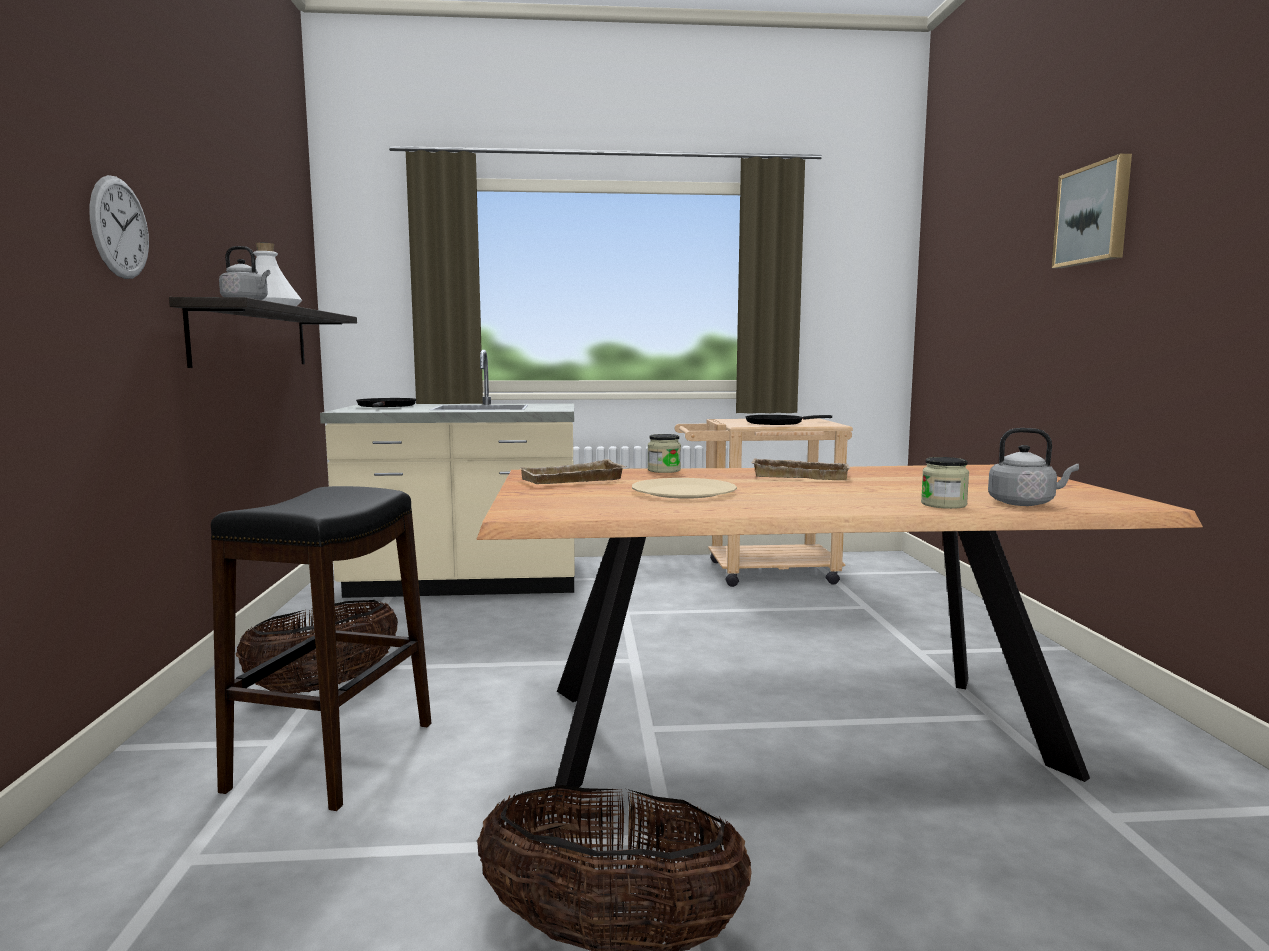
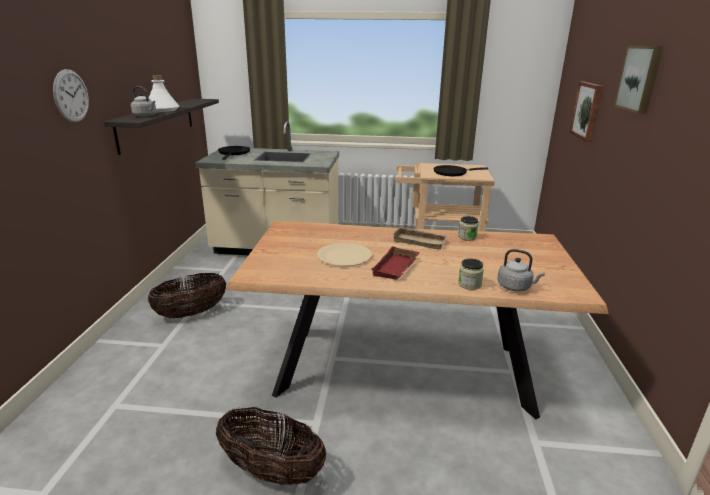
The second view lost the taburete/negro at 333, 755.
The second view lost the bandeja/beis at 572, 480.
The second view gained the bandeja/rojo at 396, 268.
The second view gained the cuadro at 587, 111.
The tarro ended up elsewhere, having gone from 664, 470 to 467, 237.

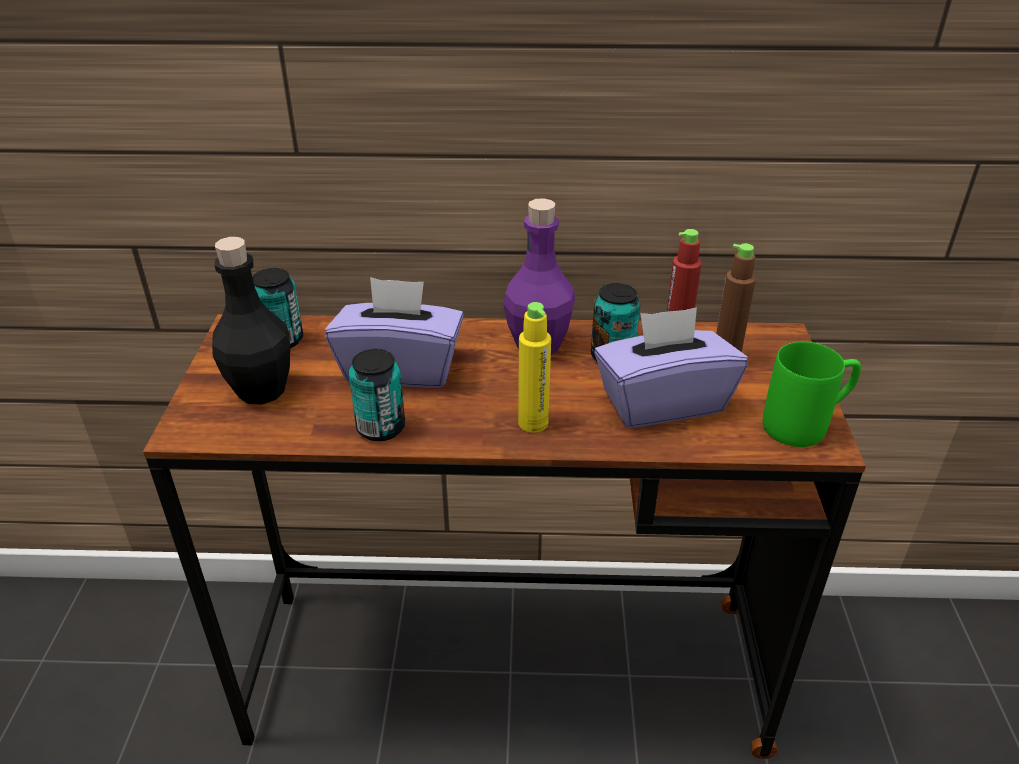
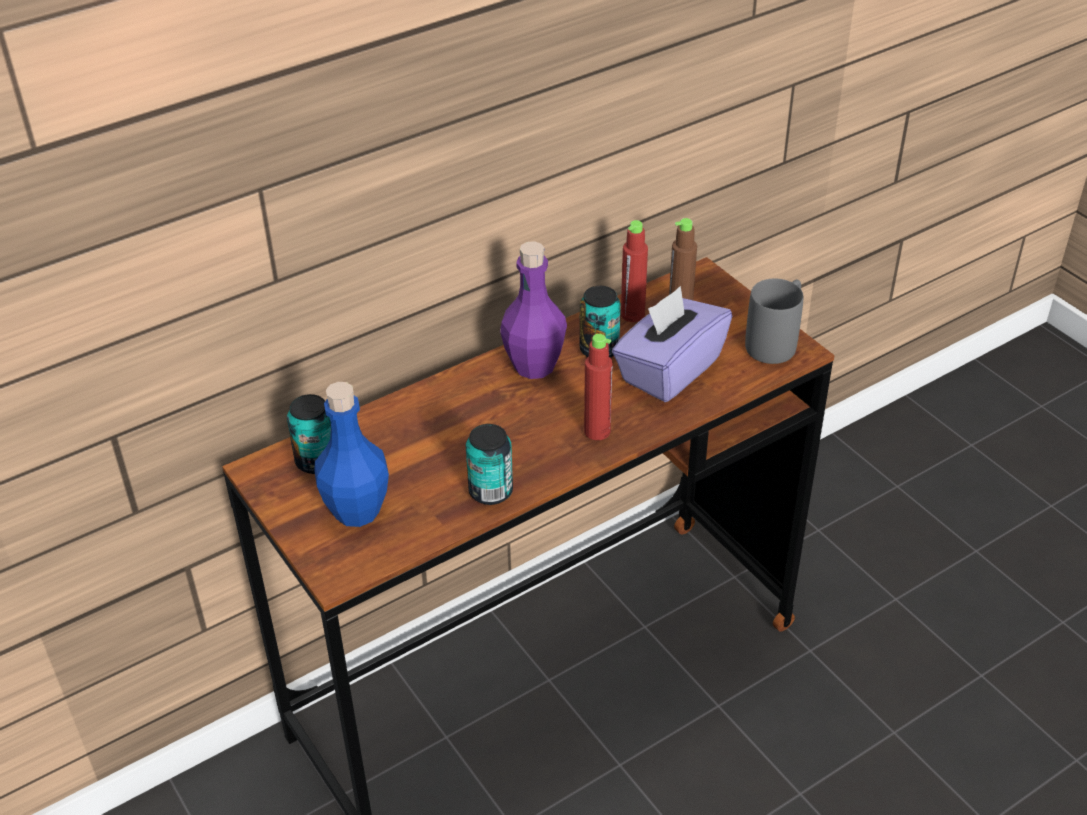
The second view lost the caja de pañuelos/morado at 401, 368.
What was the botella/negro at 261, 390 turned into the botella/azul at 357, 511.
What was the botella/amarillo at 533, 423 turned into the botella/rojo at 597, 431.
What was the taza grande/verde at 807, 424 turned into the taza grande/gris at 776, 341.

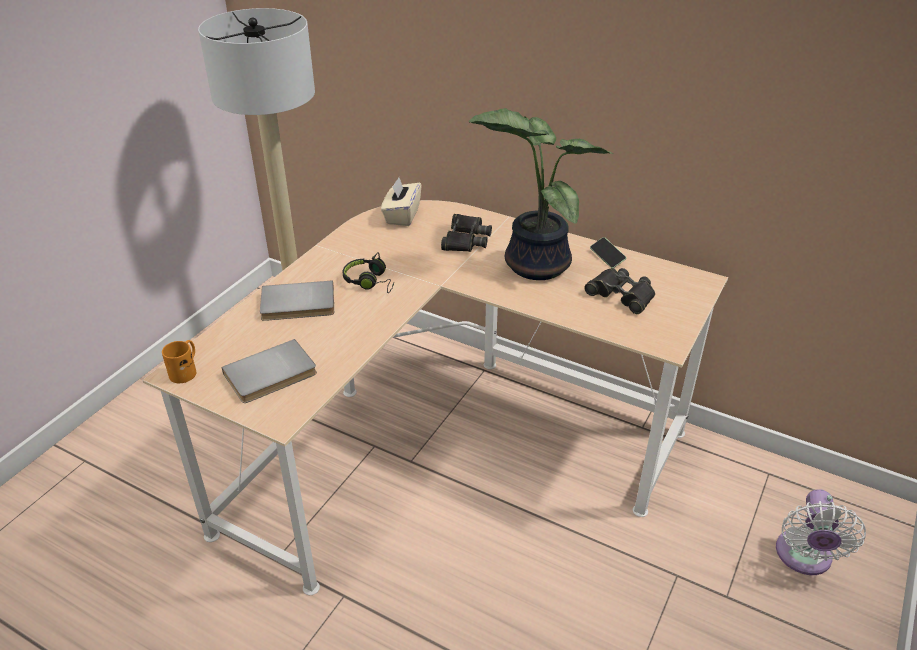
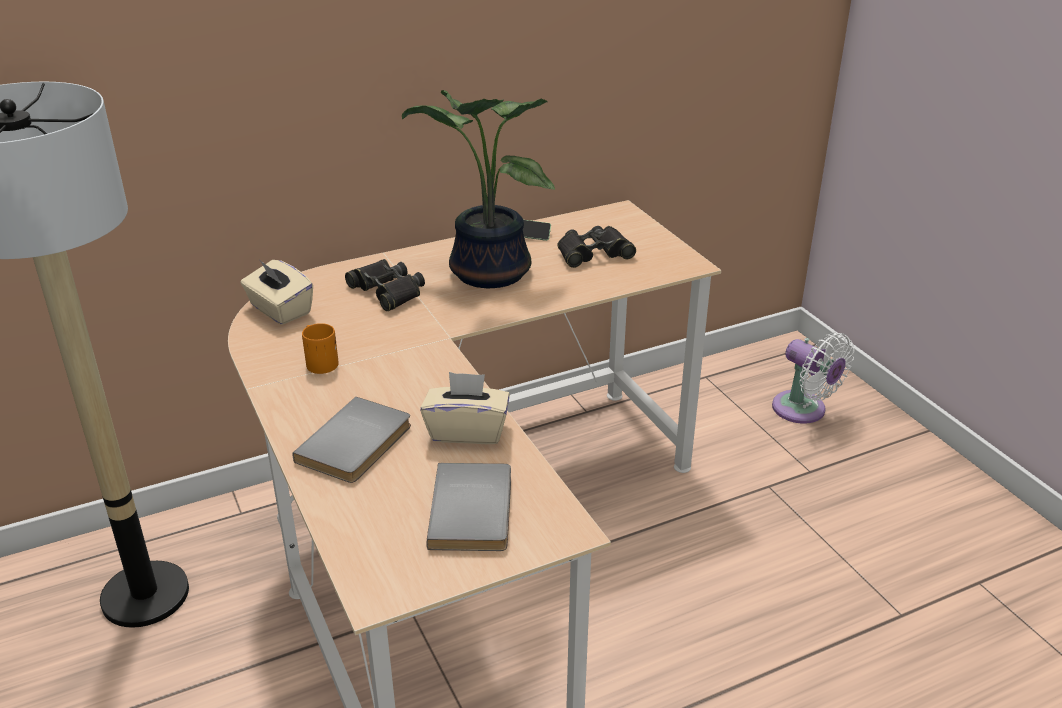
The second view lost the auriculares/negro at 370, 282.
The second view gained the caja de pañuelos/beis at 467, 431.
The taza grande/naranja ended up elsewhere, having gone from 186, 370 to 319, 361.

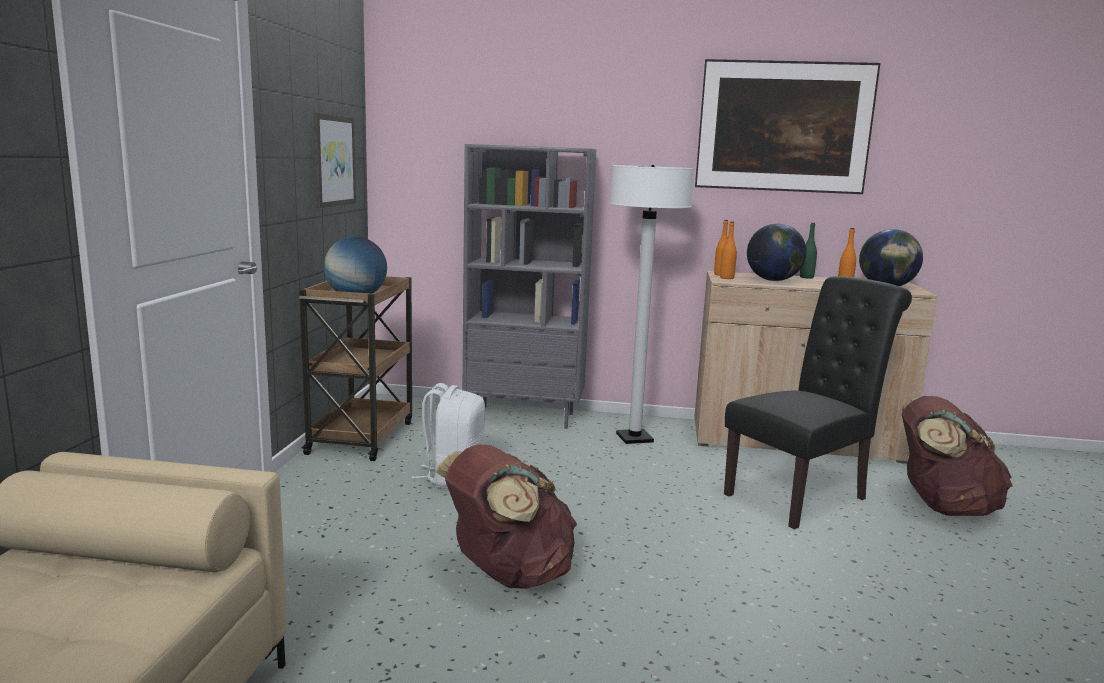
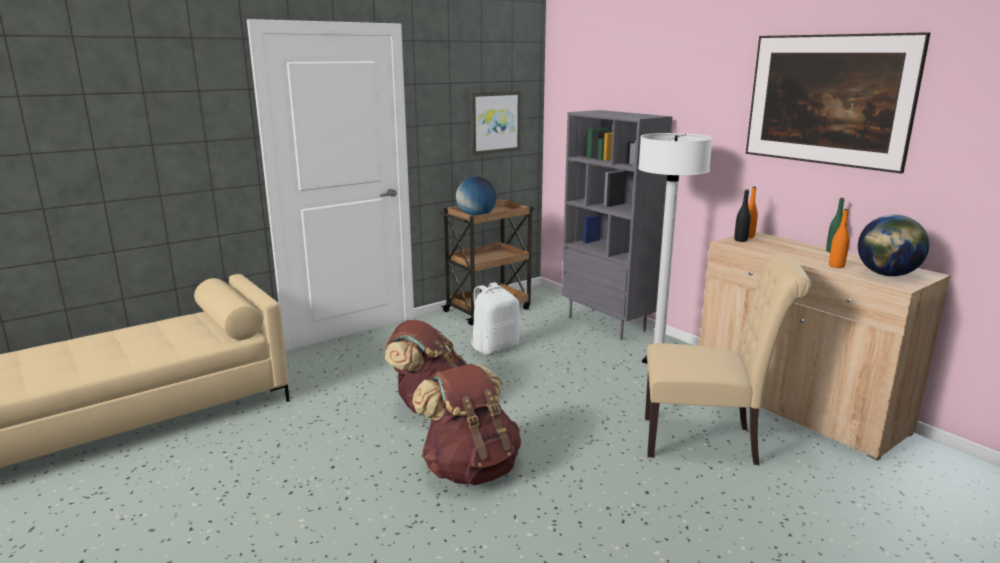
The second view lost the globo terráqueo at 773, 280.
The mochila/marrón ended up elsewhere, having gone from 942, 507 to 470, 468.
What was the botella/naranja at 726, 278 turned into the botella/negro at 740, 240.
What was the silla/negro at 802, 495 turned into the silla/beis at 707, 441.

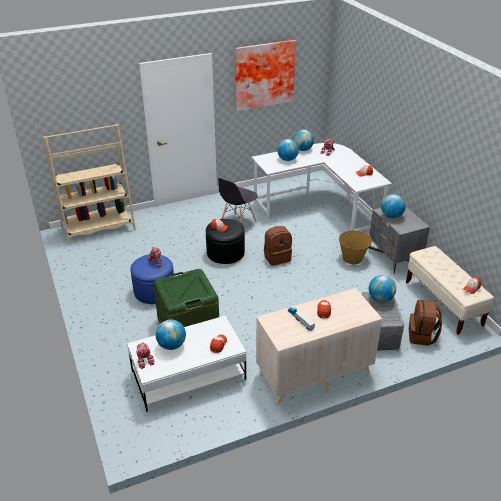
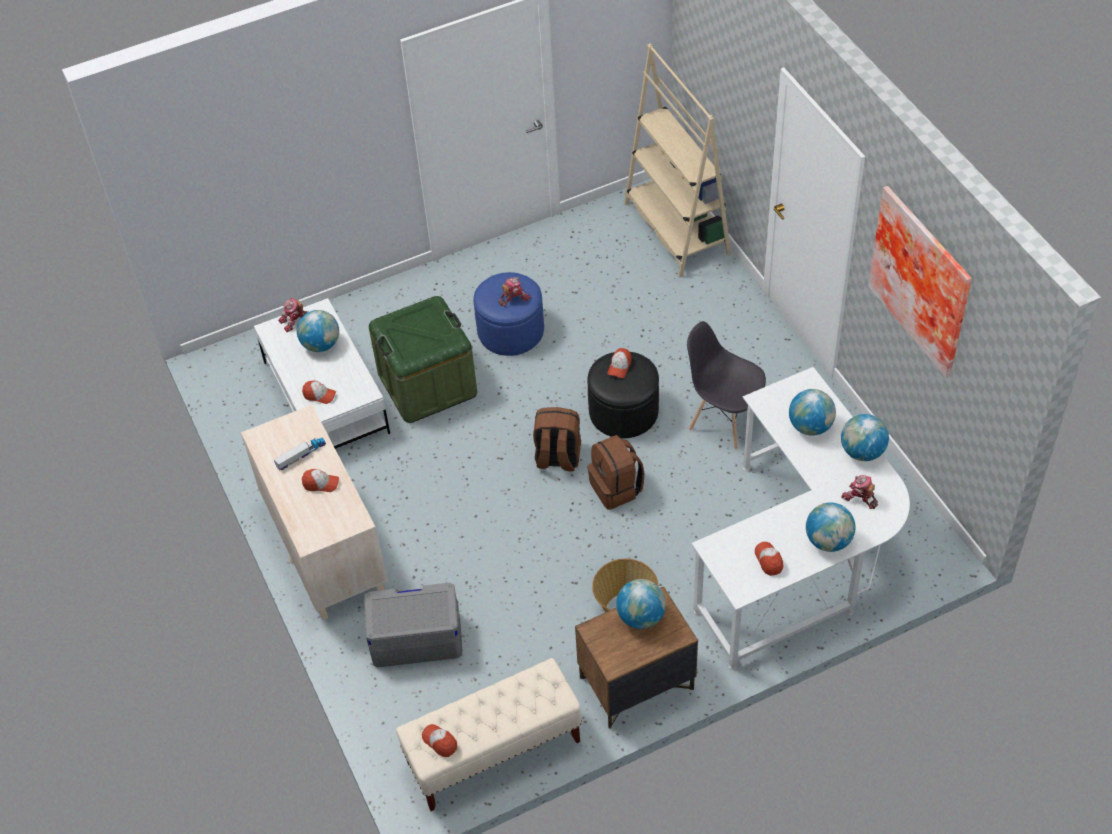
The globo terráqueo ended up elsewhere, having gone from 380, 299 to 828, 541.
The mochila/marrón ended up elsewhere, having gone from 422, 336 to 557, 458.
What was the mesita de noche/gris at 394, 257 turned into the mesita de noche/marrón at 636, 684.

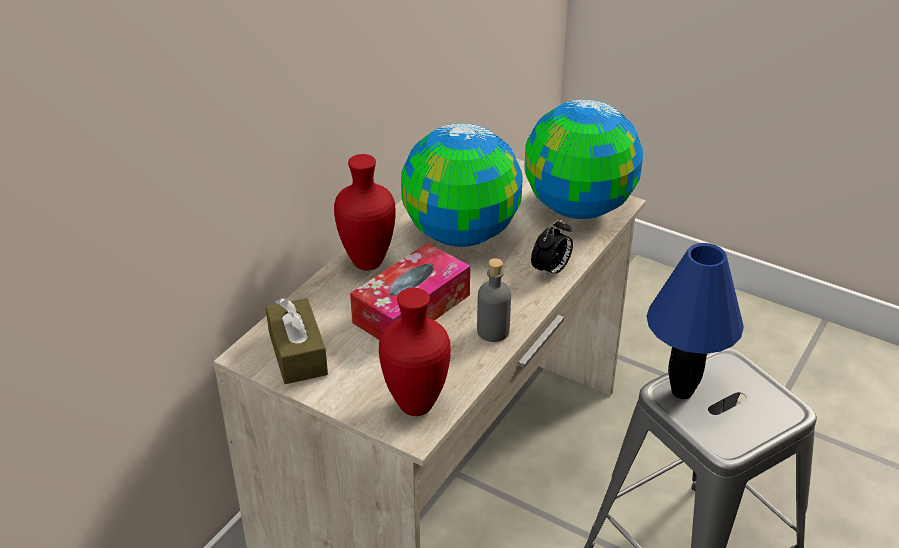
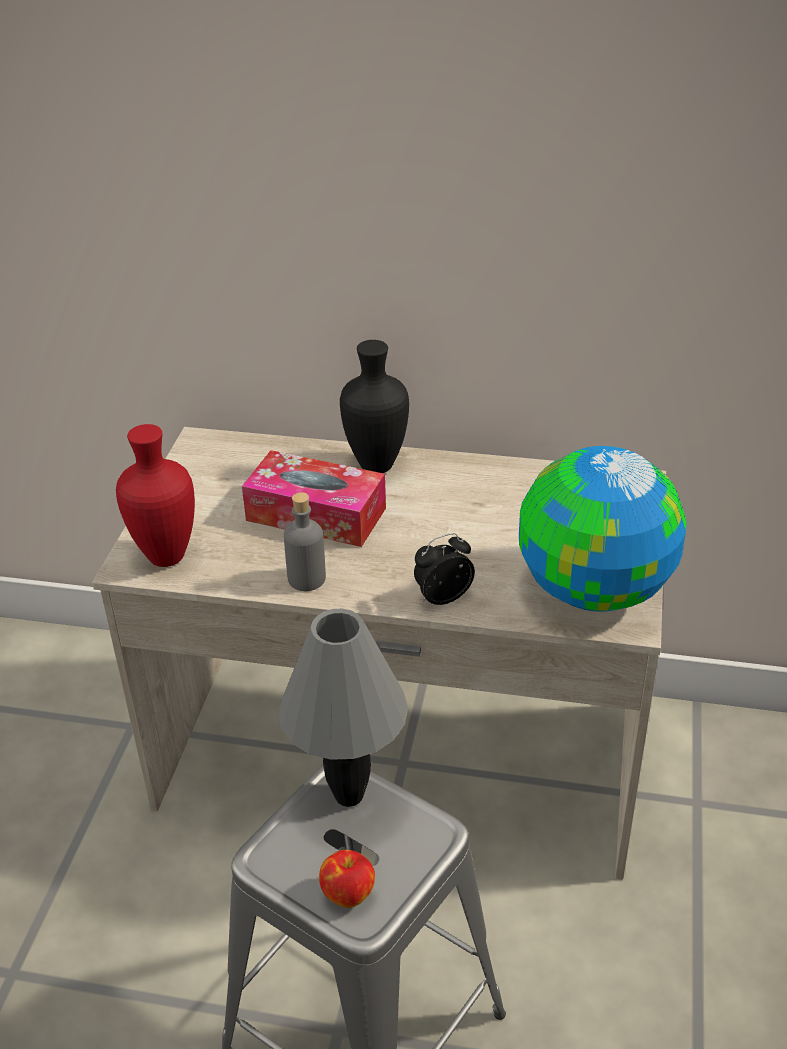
The second view lost the caja de pañuelos/marrón at 297, 353.
The second view lost the globo terráqueo at 462, 234.
The second view gained the manzana at 348, 893.
What was the florero/rojo at 369, 262 turned into the florero/negro at 379, 466.
What was the lámpara de mesa/azul at 682, 392 turned into the lámpara de mesa/gris at 347, 795.
The despertador at 551, 271 ended up facing another way, 135 degrees clockwise from before.

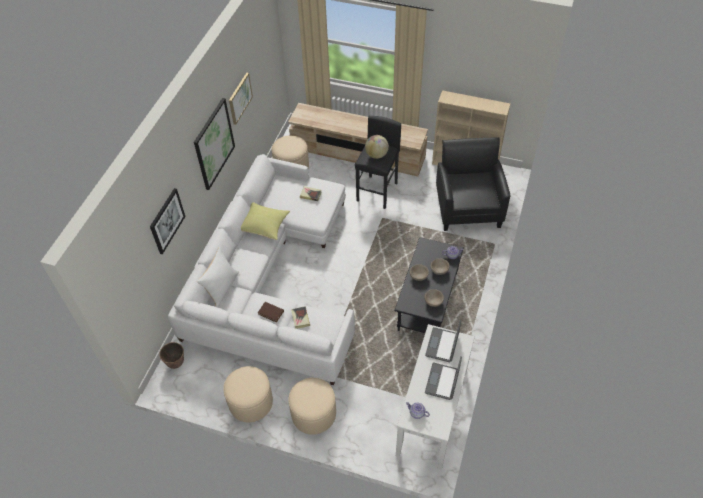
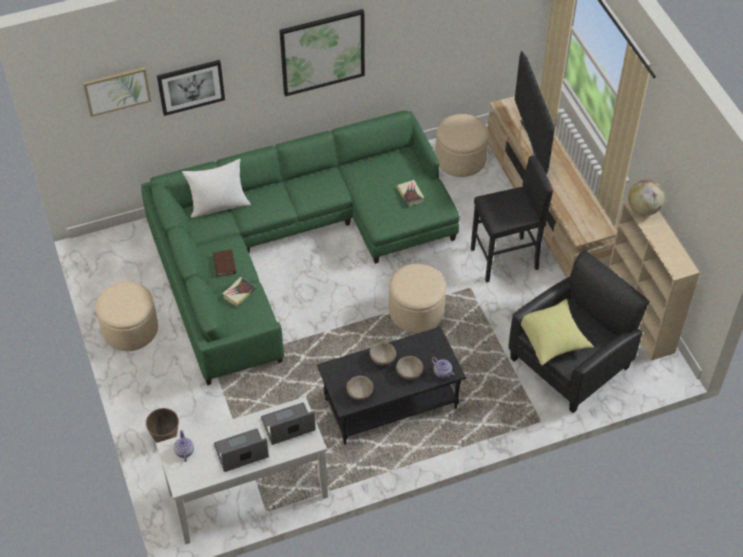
The second view gained the televisor at 530, 143.
The maceta ended up elsewhere, having gone from 176, 363 to 165, 437.
The cuadro ended up elsewhere, having gone from 240, 98 to 117, 90.
The cojín/amarillo ended up elsewhere, having gone from 264, 226 to 552, 339.
The puf/beis ended up elsewhere, having gone from 313, 413 to 416, 311.
The globo terráqueo ended up elsewhere, having gone from 376, 155 to 643, 209.
What was the sofá/blanco at 270, 278 turned into the sofá/verde at 290, 244.

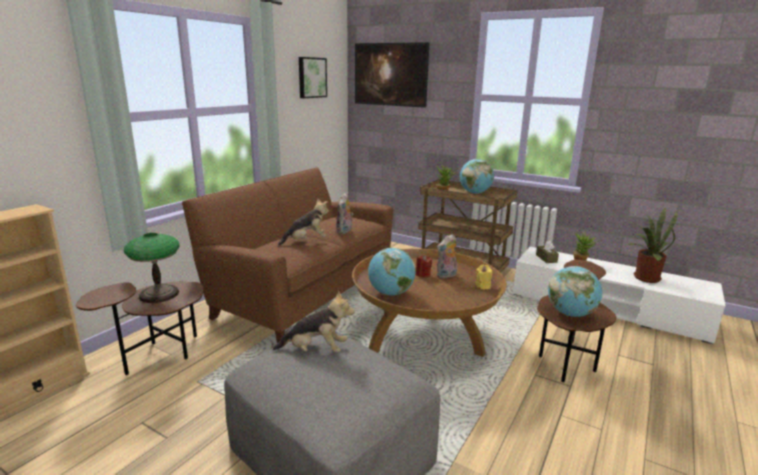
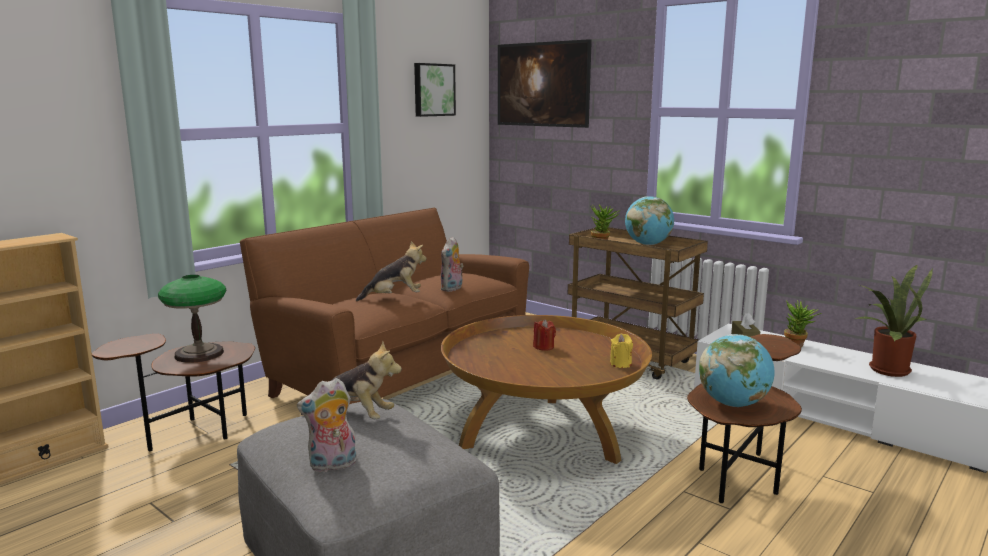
The second view lost the globo terráqueo at 390, 293.
The peluche ended up elsewhere, having gone from 446, 276 to 332, 466.

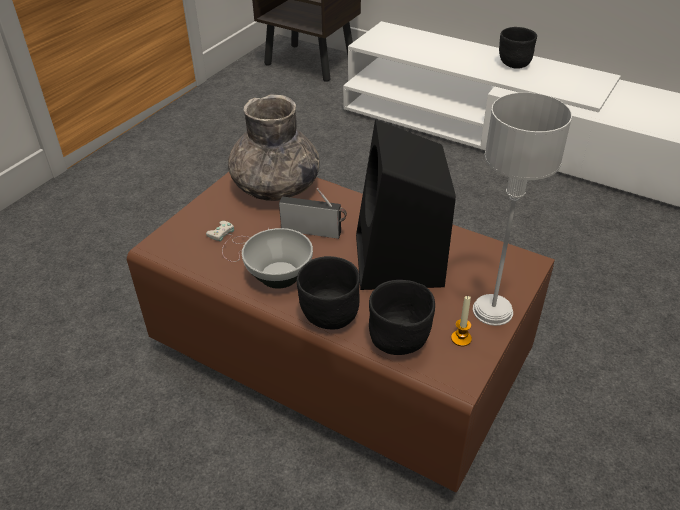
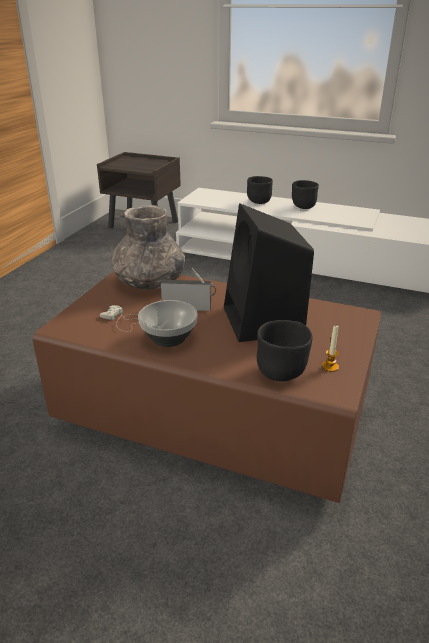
The second view lost the lámpara de mesa/gris at 492, 311.
The cuenco/negro ended up elsewhere, having gone from 329, 317 to 258, 202.

